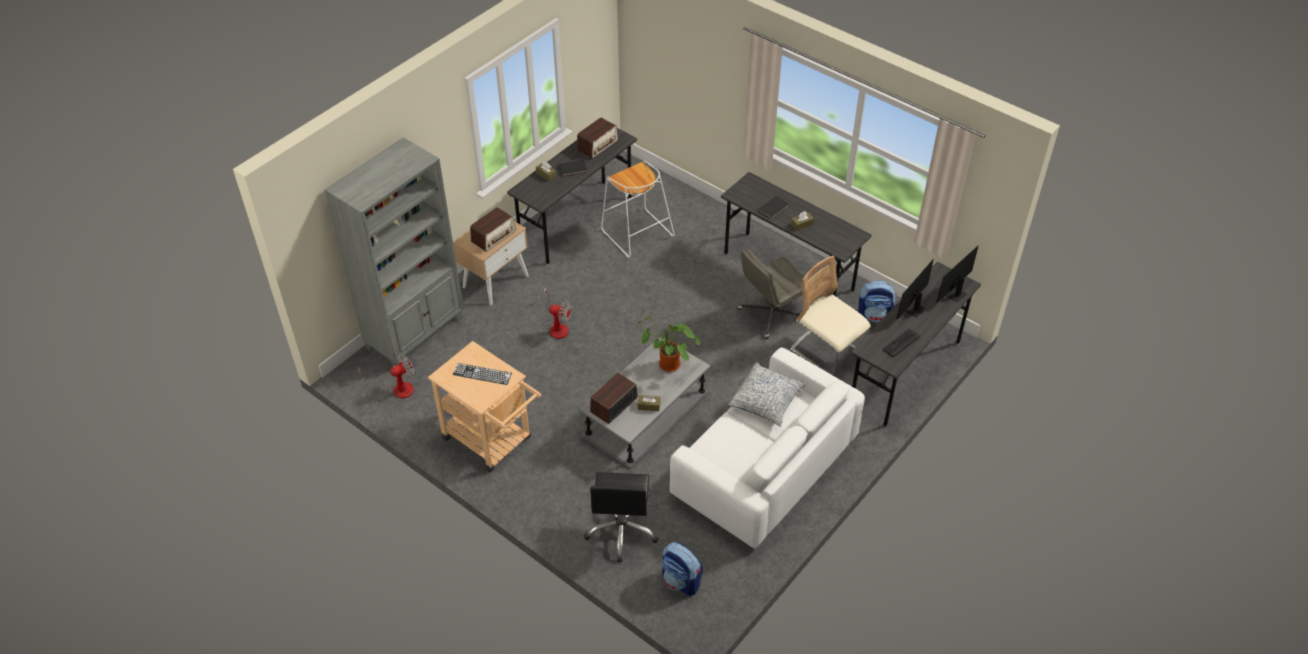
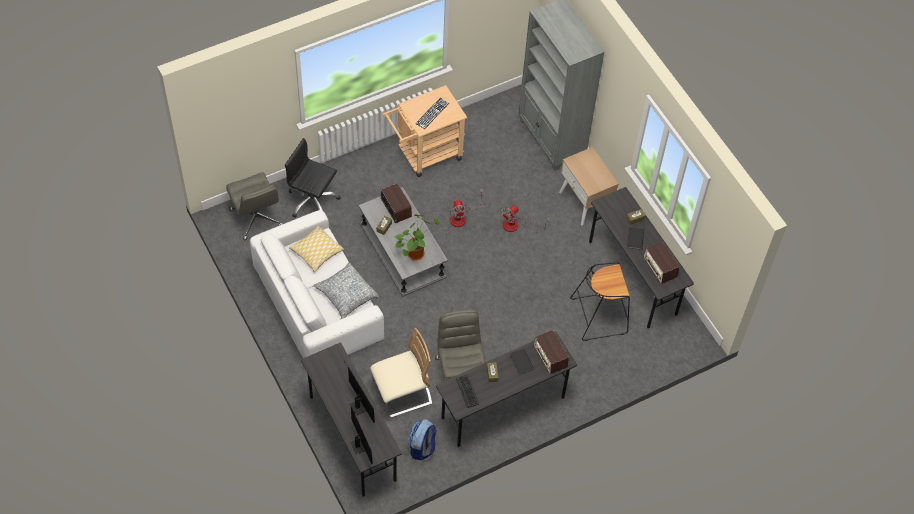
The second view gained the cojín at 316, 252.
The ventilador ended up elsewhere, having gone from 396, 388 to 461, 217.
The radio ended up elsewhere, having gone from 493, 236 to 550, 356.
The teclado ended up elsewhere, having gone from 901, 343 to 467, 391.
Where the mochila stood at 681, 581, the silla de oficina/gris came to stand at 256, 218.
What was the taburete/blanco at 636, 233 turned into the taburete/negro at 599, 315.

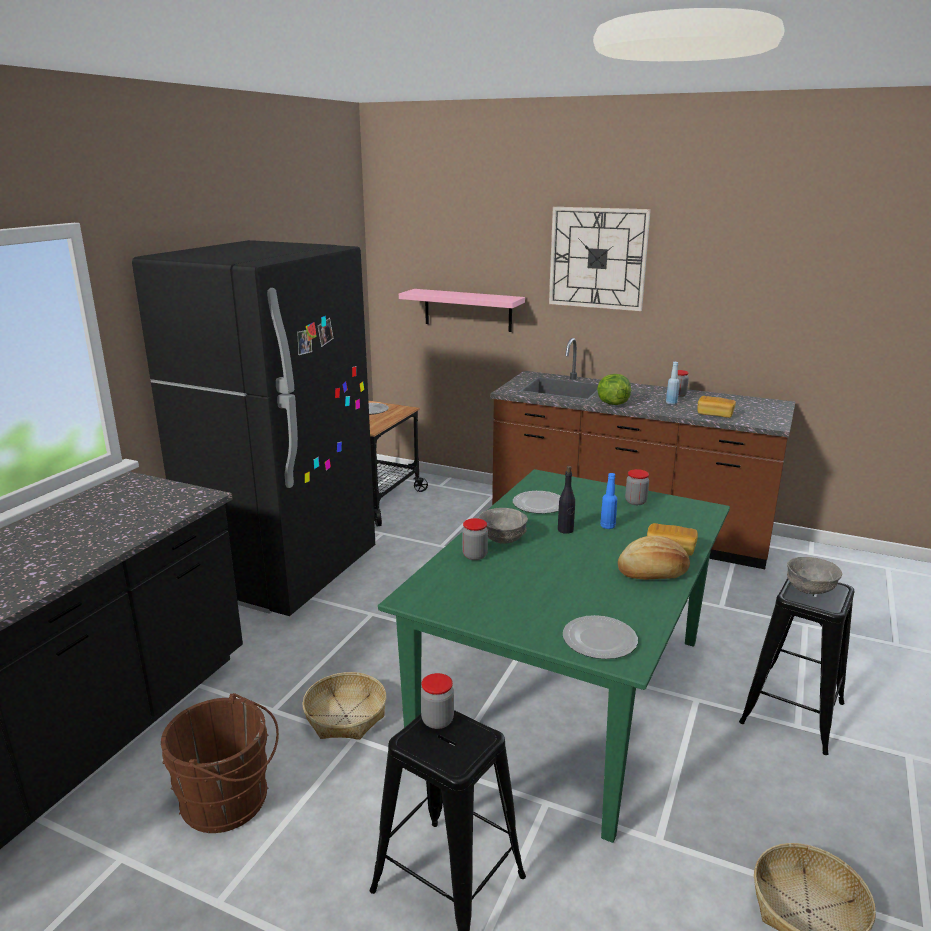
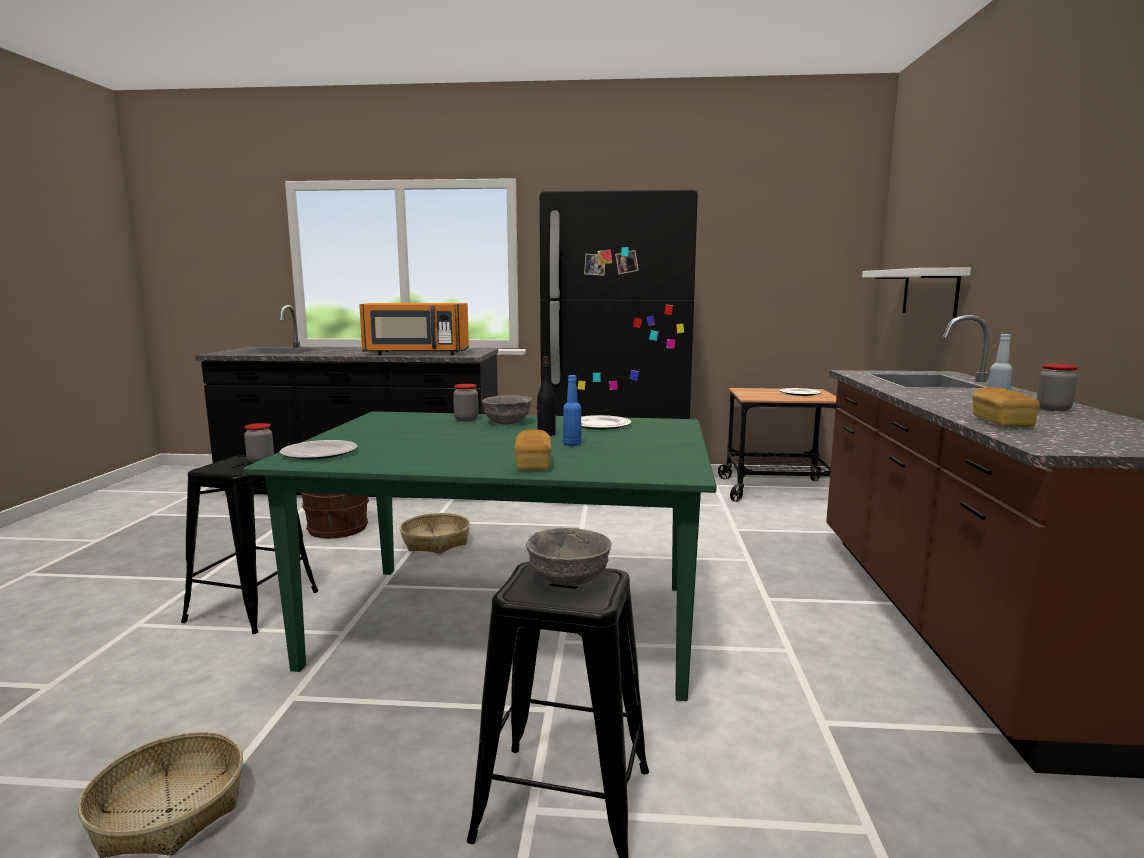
The second view lost the reloj de pared at 598, 258.
The second view lost the lechuga at 612, 403.
The second view lost the pan at 653, 573.
The second view lost the tarro at 635, 502.
The second view gained the microondas/naranja at 416, 353.
What was the estante/rosa at 467, 310 turned into the estante/blanco at 930, 292.

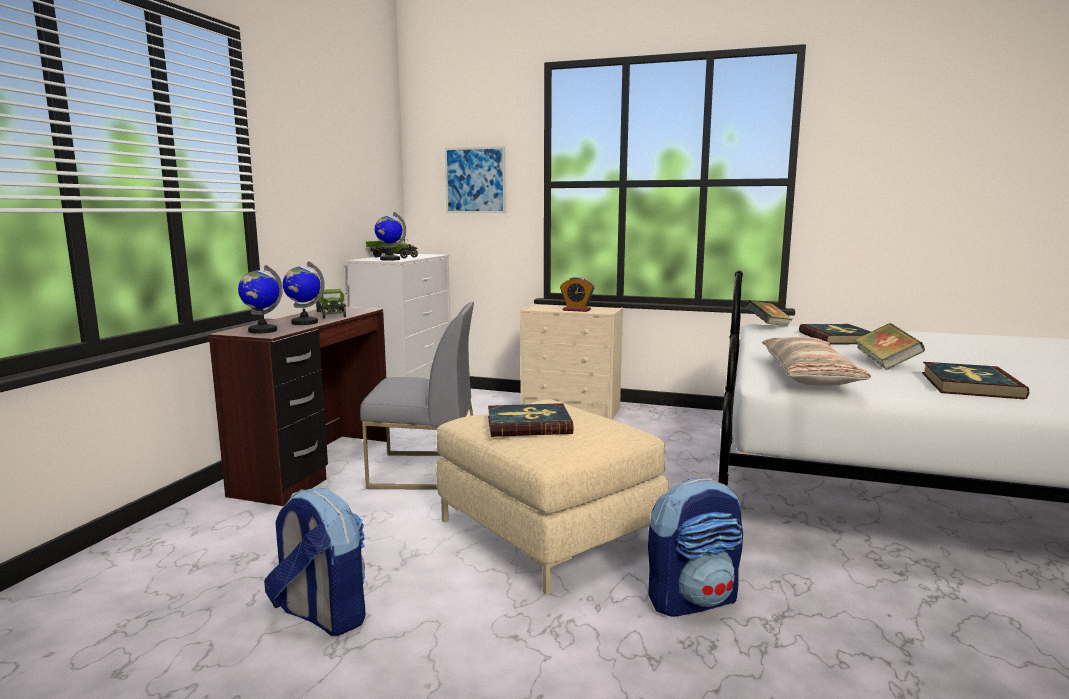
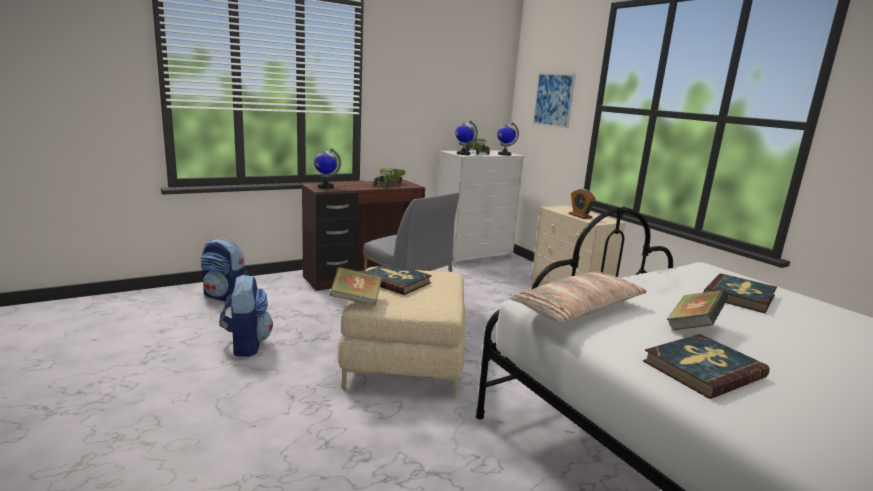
The globo terráqueo ended up elsewhere, having gone from 304, 323 to 504, 154.
The mochila ended up elsewhere, having gone from 693, 599 to 225, 296.
The libro ended up elsewhere, having gone from 768, 327 to 356, 300.

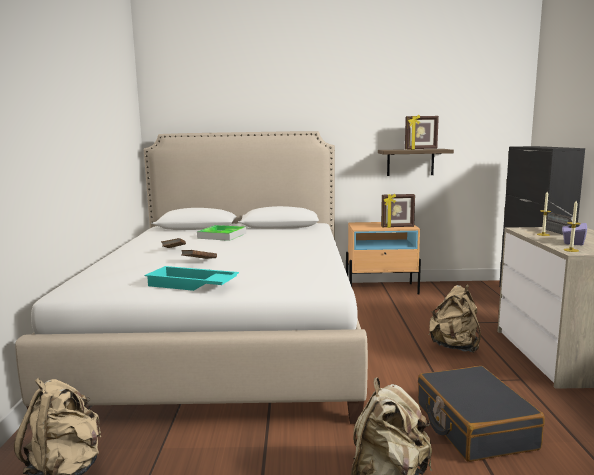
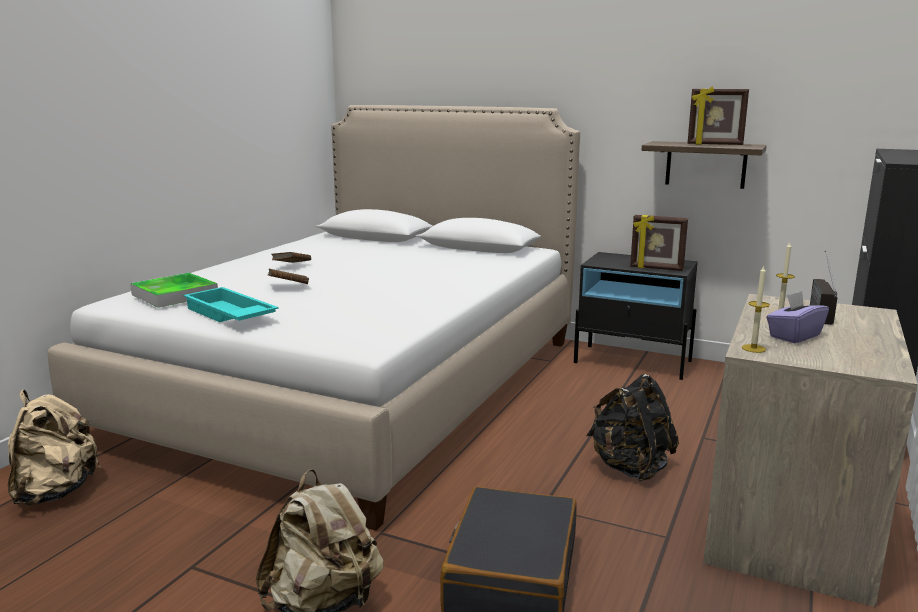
The bandeja ended up elsewhere, having gone from 222, 236 to 175, 295.
What was the mesita de noche/beis at 382, 289 turned into the mesita de noche/negro at 633, 362.
What was the mochila/beis at 455, 347 turned into the mochila/negro at 630, 467.

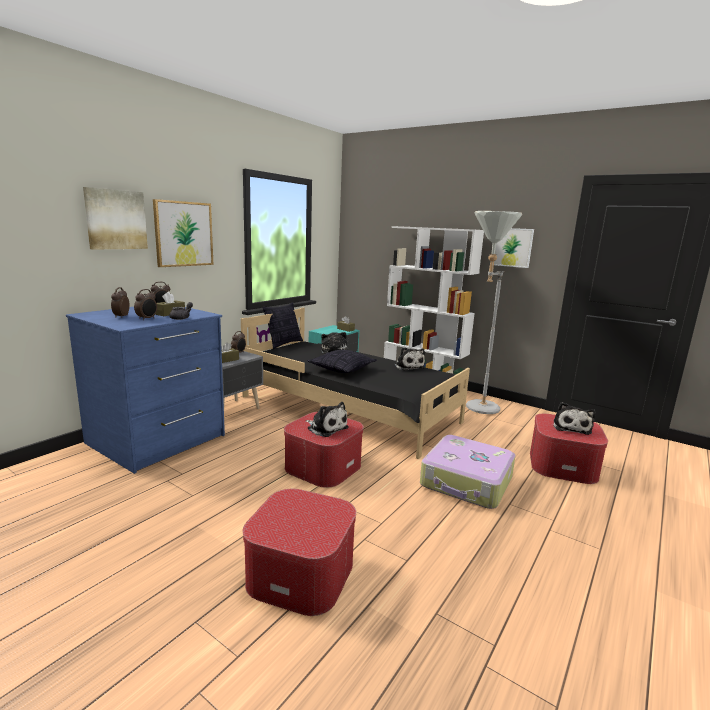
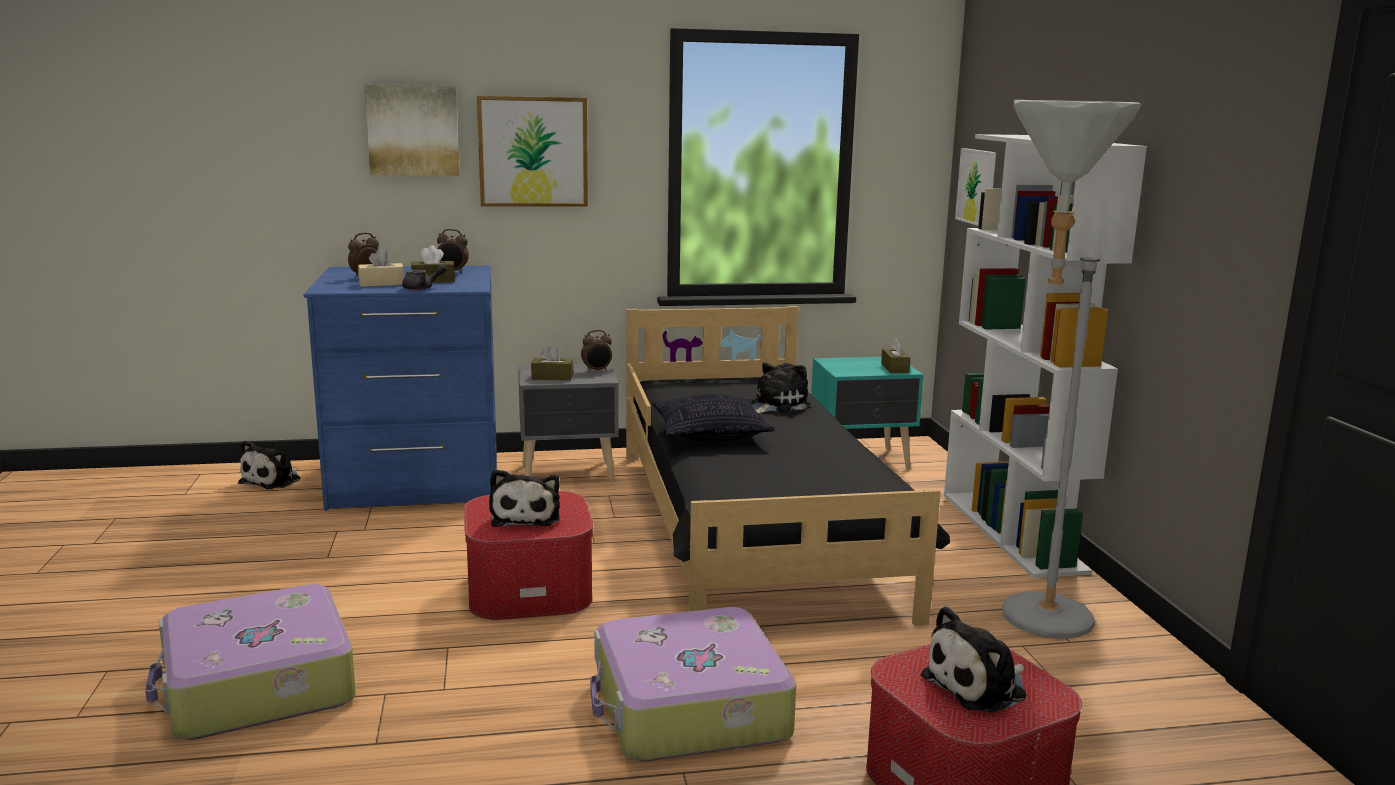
The second view lost the cojín at 284, 344.
The peluche ended up elsewhere, having gone from 408, 366 to 273, 480.
The cuadro ended up elsewhere, having gone from 512, 247 to 976, 187.
Where the despertador stood at 147, 319, the caja de pañuelos/beis came to stand at 381, 284.
Where the puf stood at 301, 572, the maleta came to stand at 257, 685.

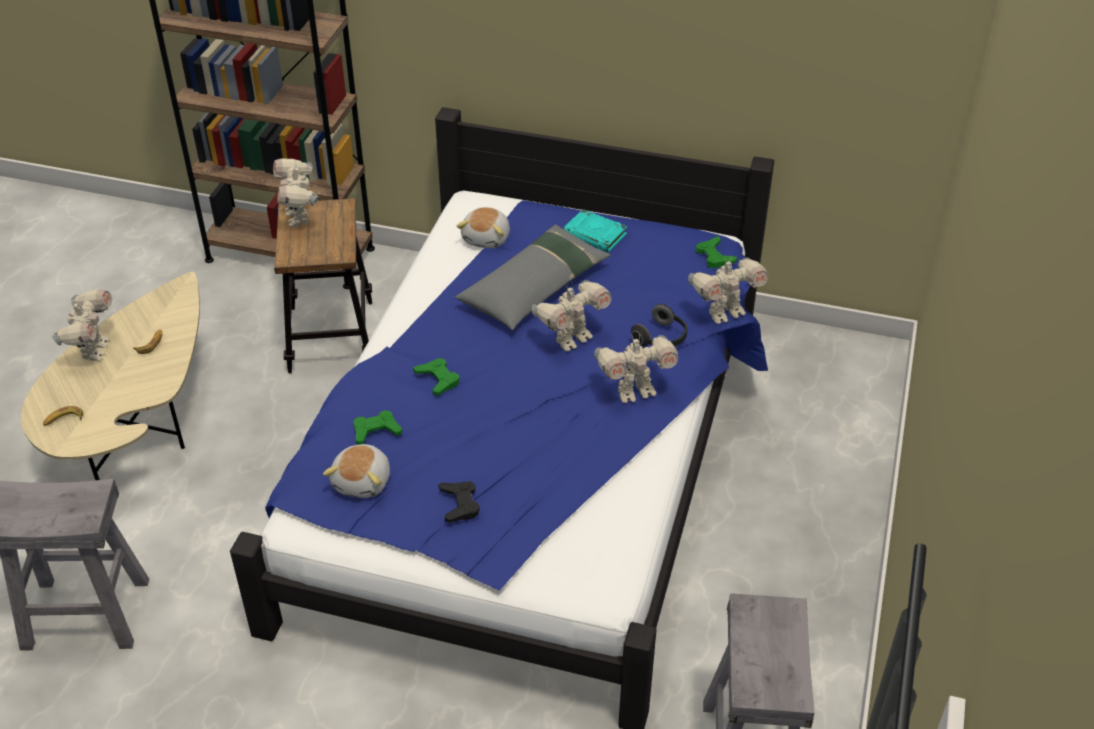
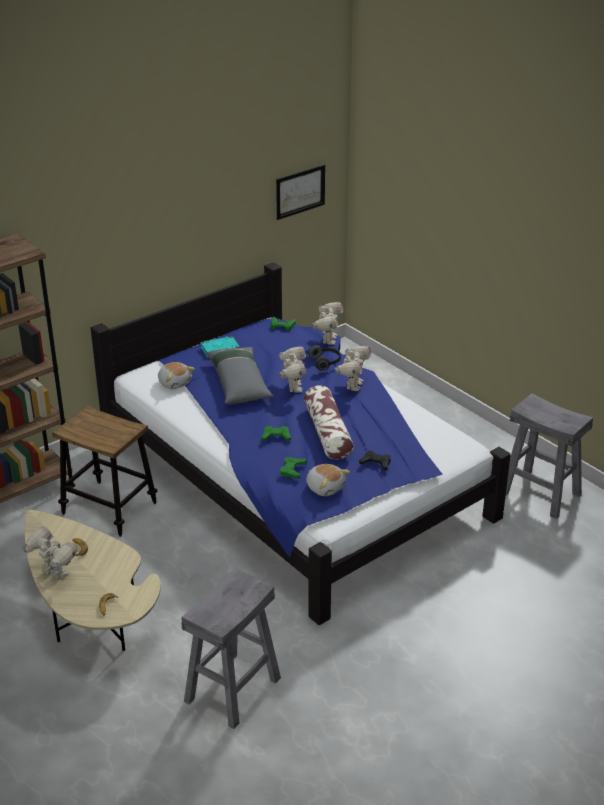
The second view lost the robot de juguete at 299, 217.
The second view gained the cuadro at 300, 191.
The second view gained the cojín at 328, 432.

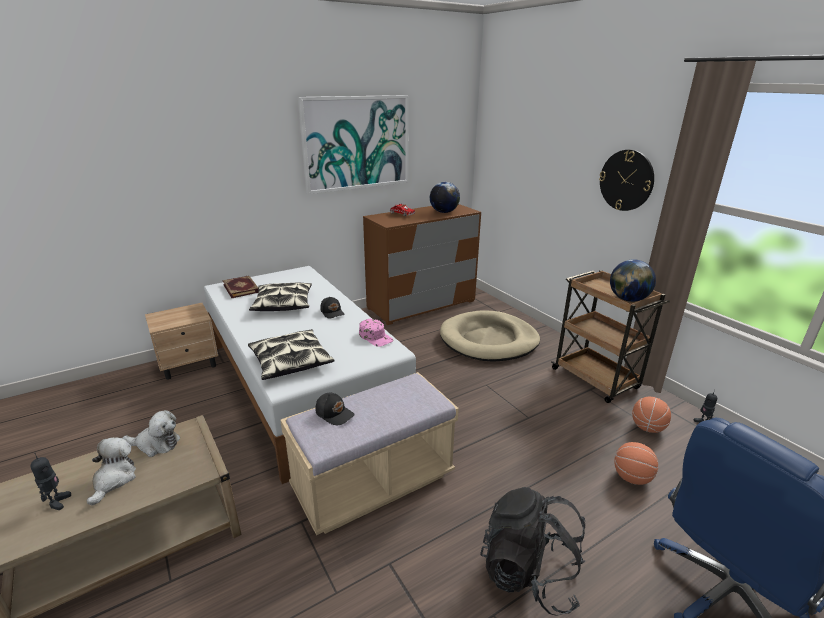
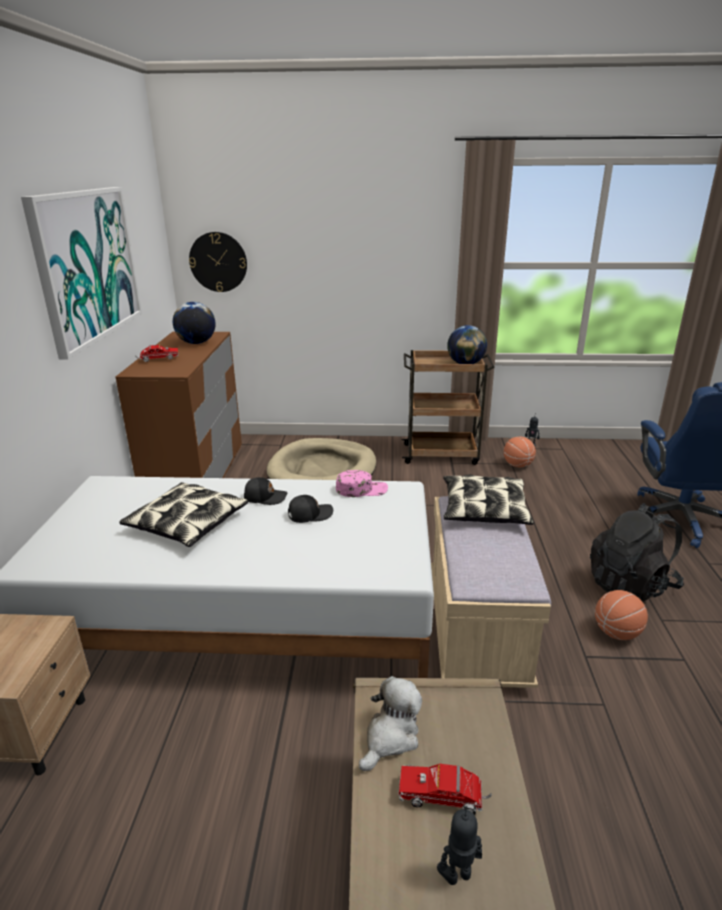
The second view lost the libro at 242, 288.
The cojín ended up elsewhere, having gone from 290, 362 to 484, 510.
The gorra/negro ended up elsewhere, having gone from 334, 413 to 309, 514.
The reloj de pared ended up elsewhere, having gone from 626, 180 to 218, 262.
The balón de baloncesto ended up elsewhere, having gone from 632, 477 to 616, 632.
Where the peluche stood at 114, 479, the camión de juguete came to stand at 444, 796.
The robot de juguete at 57, 502 ended up facing another way, 45 degrees counterclockwise from before.

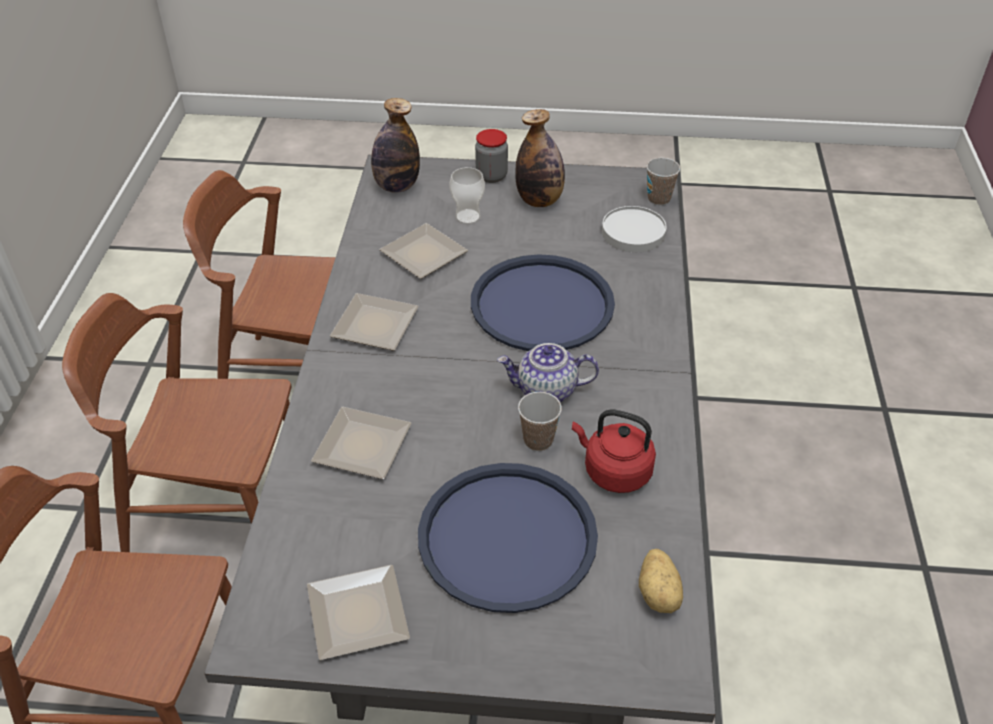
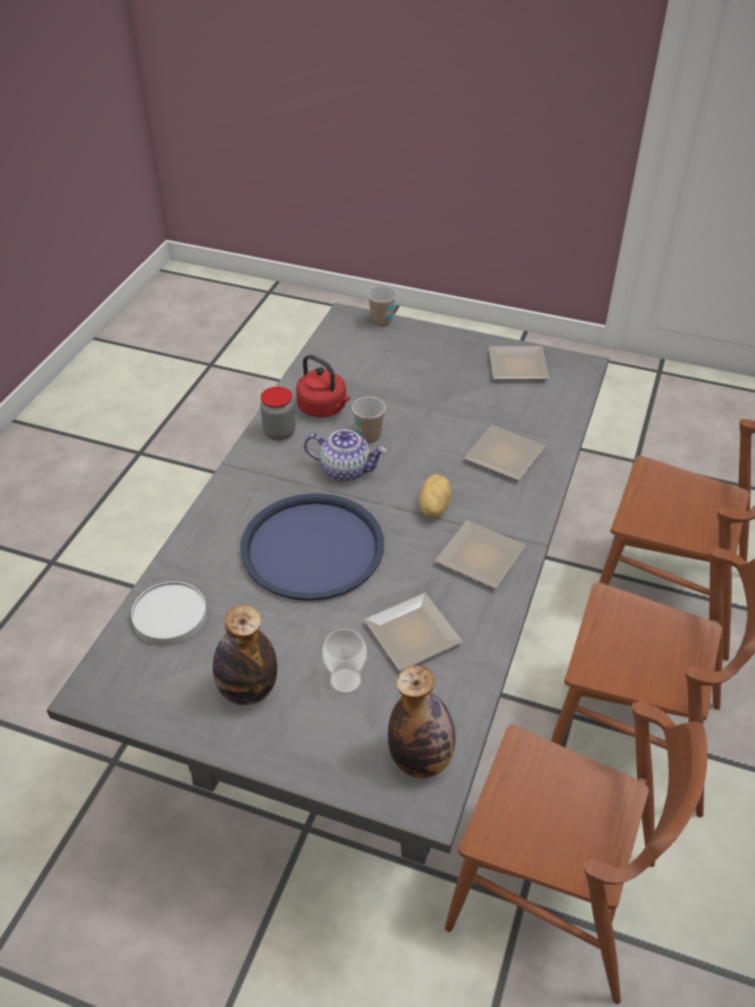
The second view lost the bandeja/azul at 507, 537.
The tarro ended up elsewhere, having gone from 491, 176 to 279, 432.
The patata ended up elsewhere, having gone from 659, 593 to 432, 507.
The taza ended up elsewhere, having gone from 659, 199 to 381, 322.

